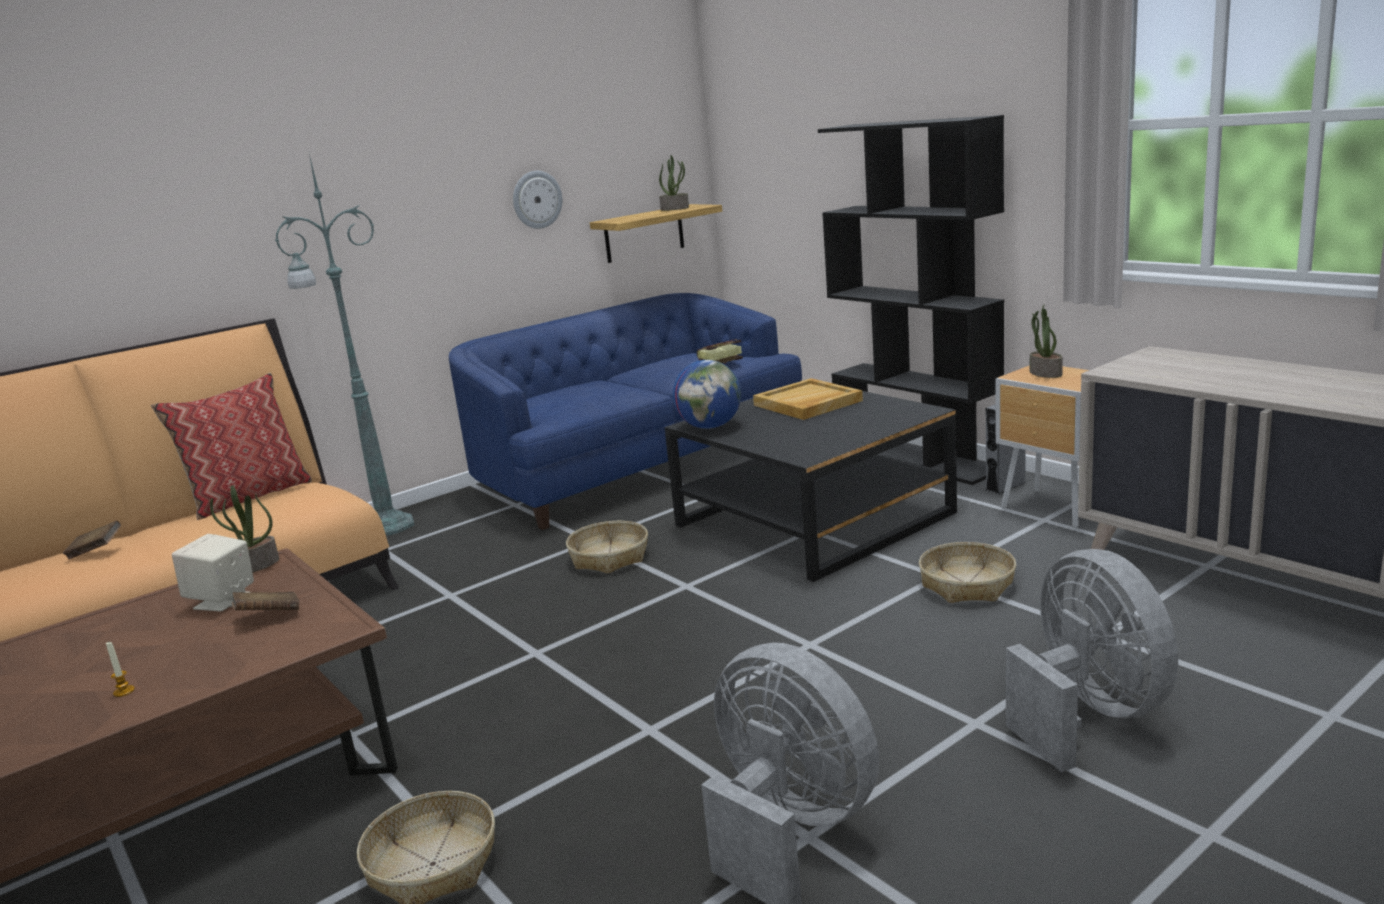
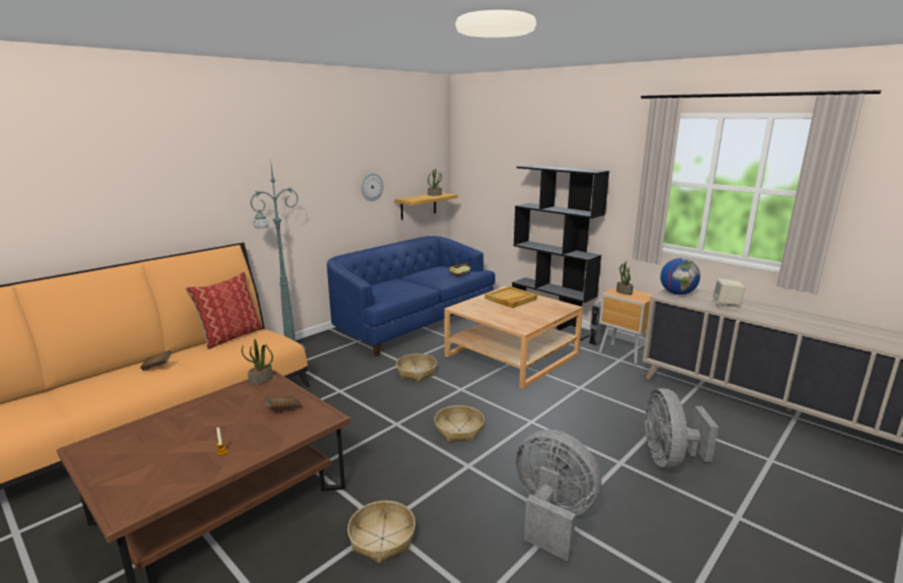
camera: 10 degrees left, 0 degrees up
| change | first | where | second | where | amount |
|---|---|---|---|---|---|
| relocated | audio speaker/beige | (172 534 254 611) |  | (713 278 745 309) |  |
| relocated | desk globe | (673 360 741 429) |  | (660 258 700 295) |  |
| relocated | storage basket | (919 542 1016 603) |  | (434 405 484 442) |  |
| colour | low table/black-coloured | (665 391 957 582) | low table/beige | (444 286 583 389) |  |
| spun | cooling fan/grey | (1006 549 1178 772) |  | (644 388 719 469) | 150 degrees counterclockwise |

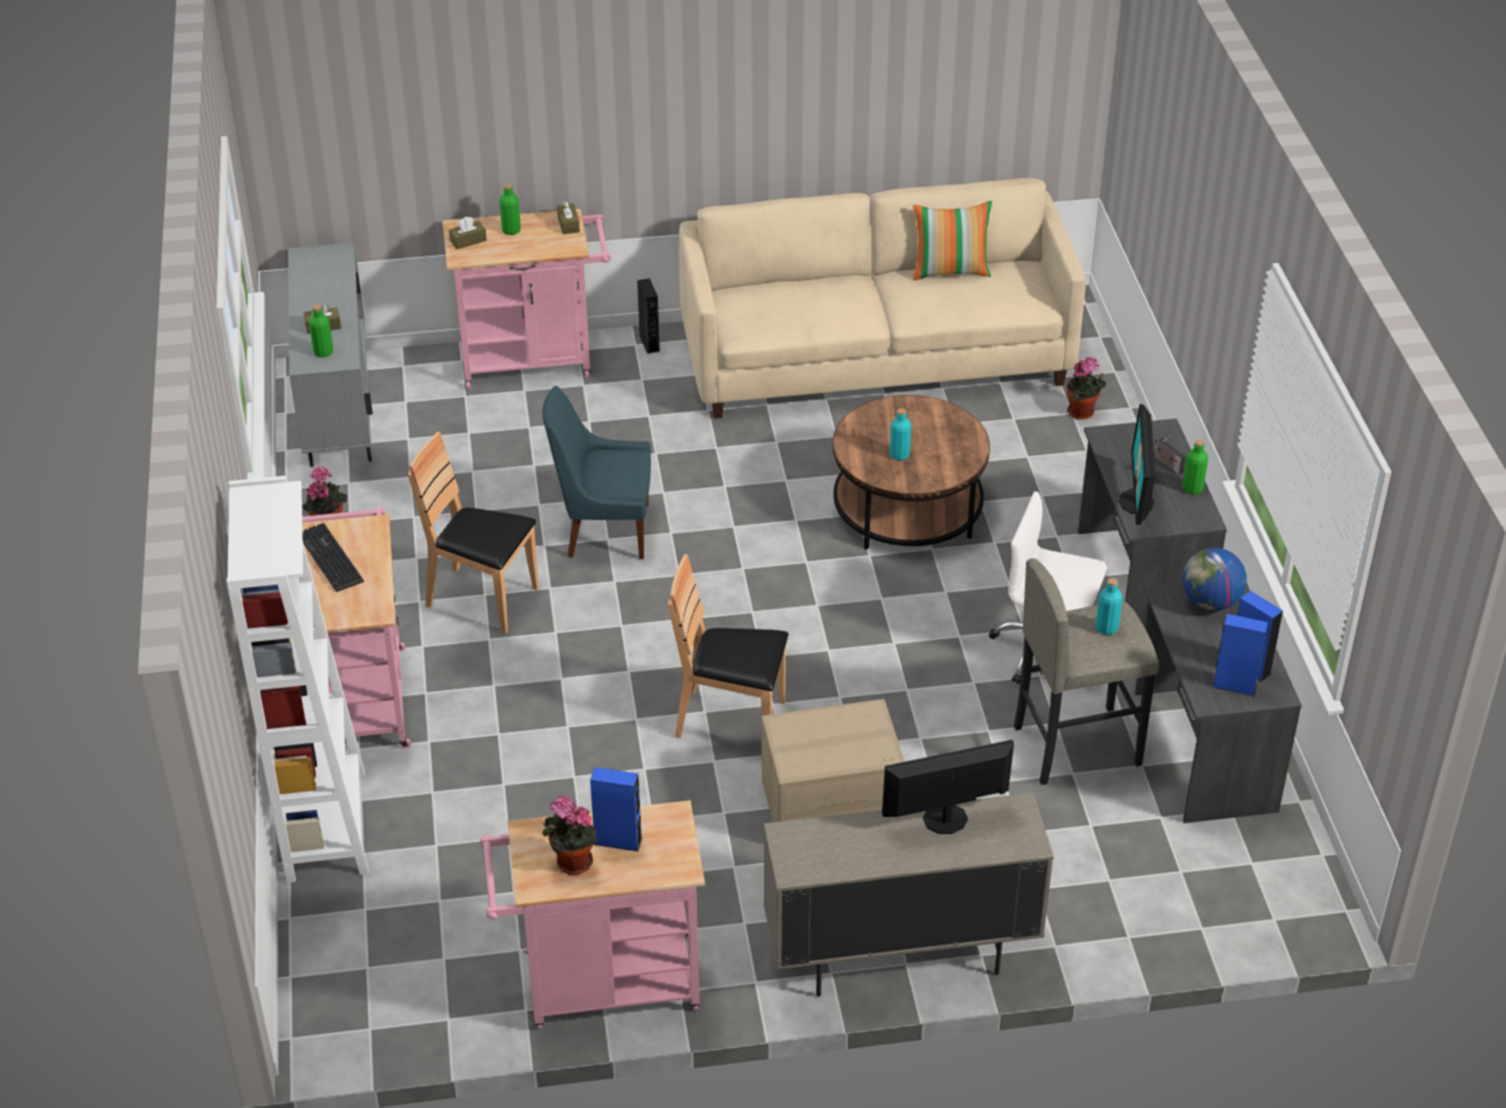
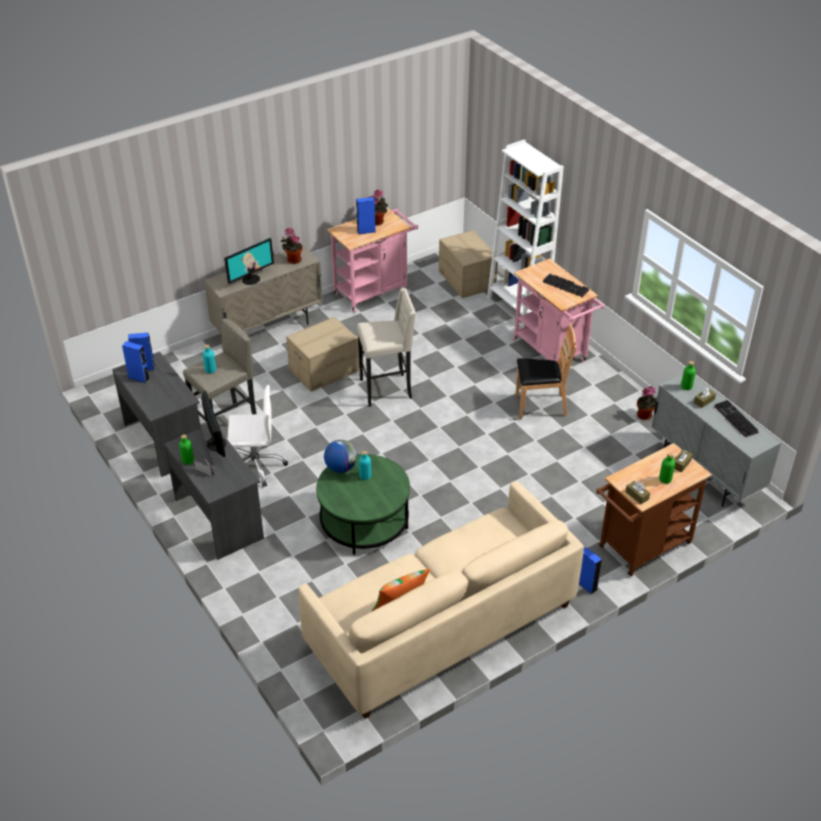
camera: 155 degrees right, 0 degrees up
| change | first | where | second | where | amount |
|---|---|---|---|---|---|
| missing | upright chair/blue | (542 386 651 559) |  |  |  |
| appeared |  |  | carton | (439 230 498 298) |  |
| appeared |  |  | PC keyboard | (715 400 759 437) |  |
| relocated | potted plant | (1066 356 1106 420) |  | (281 228 302 264) |  |
| relocated | desk globe | (1182 548 1247 611) |  | (324 440 357 473) |  |
| exchanged | upright chair/brownish | (668 554 788 738) | stool seat/beige | (357 288 416 407) |  |
| colour | trolley/pinkish | (443 209 611 390) | trolley/brownish | (596 443 712 576) |  |
| colour | audio speaker/black-coloured | (637 278 660 354) | audio speaker/blue | (579 547 602 594) |  |
| colour | low table/brownish | (833 395 990 550) | low table/greenish | (316 454 410 555) |  |

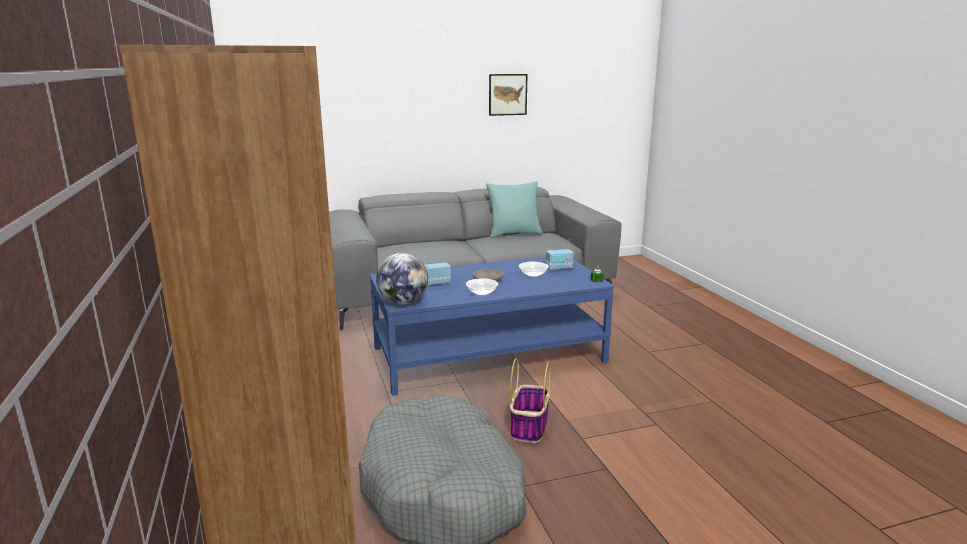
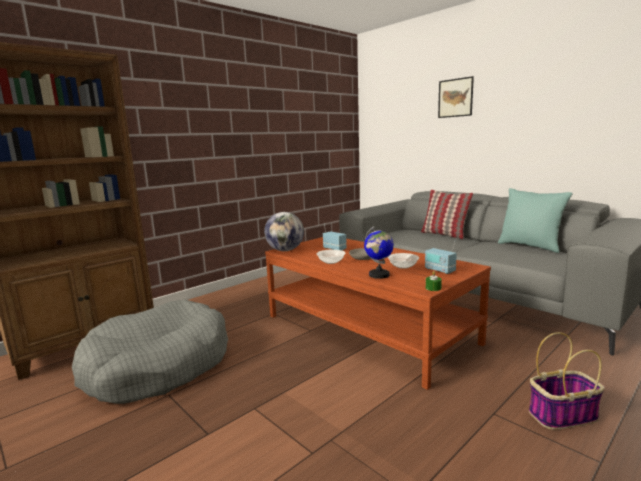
camera: 65 degrees right, 5 degrees down
| change | first | where | second | where | amount |
|---|---|---|---|---|---|
| appeared |  |  | desk globe | (364 226 394 279) |  |
| appeared |  |  | pillow | (421 190 473 239) |  |
| relocated | wall art | (489 74 528 116) |  | (438 76 474 118) |  |
| relocated | storage basket | (510 358 550 443) |  | (529 332 605 430) |  |
| colour | low table/blue | (370 257 614 396) | low table/brownish | (265 237 491 390) |  |

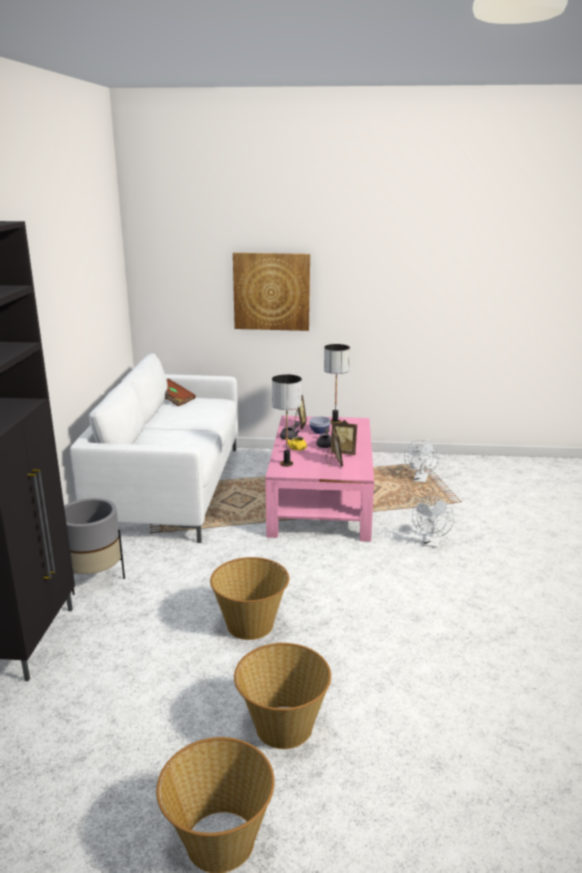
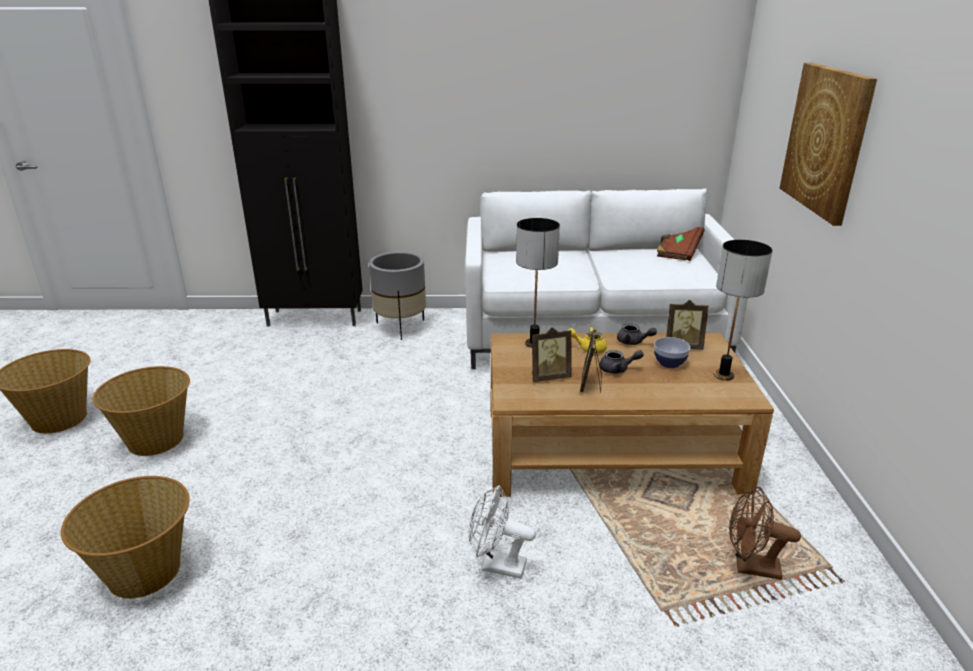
camera: 85 degrees right, 5 degrees up
| change | first | where | second | where | amount |
|---|---|---|---|---|---|
| relocated | storage basket | (210 557 289 640) |  | (61 476 190 599) |  |
| colour | low table/pinkish | (265 416 374 542) | low table/brownish | (491 333 774 497) |  |
| colour | cooling fan/white-coloured | (404 440 439 483) | cooling fan/brownish | (729 487 801 580) |  |

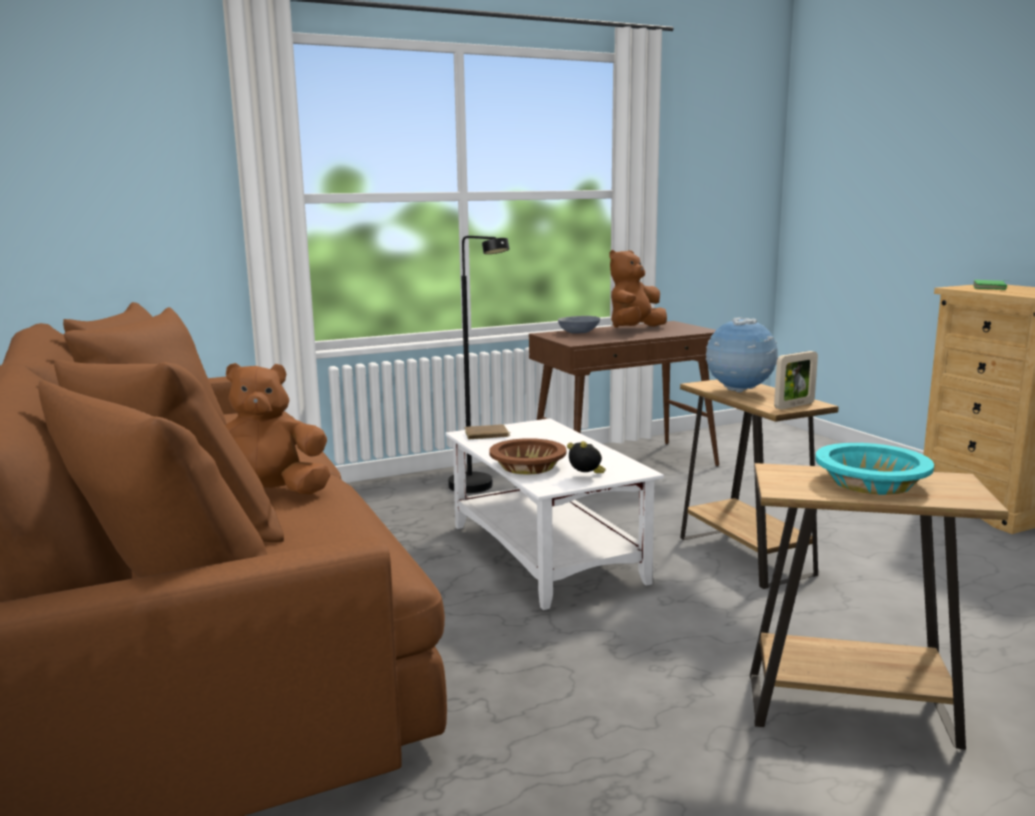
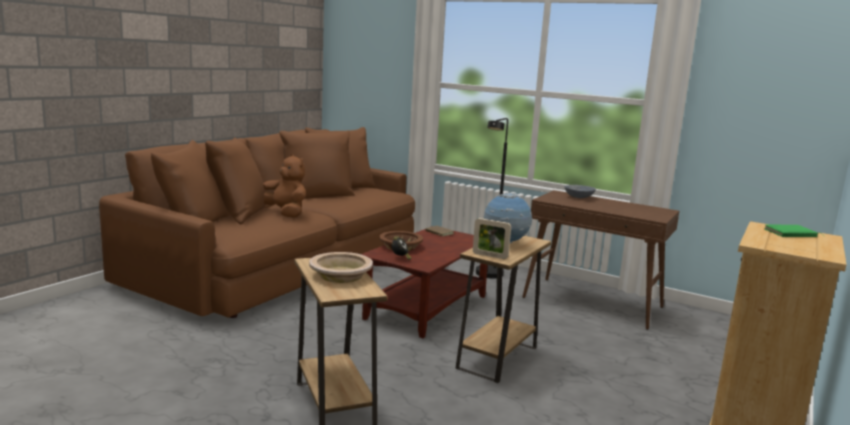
camera: 55 degrees right, 0 degrees up
| change | first | where | second | where | amount |
|---|---|---|---|---|---|
| missing | plush toy/brownish | (609 250 667 328) |  |  |  |
| colour | low table/white-coloured | (445 418 664 610) | low table/brownish | (361 226 488 338) |  |
| colour | bowl/blue-green | (815 443 934 495) | bowl/beige | (309 252 373 283) |  |

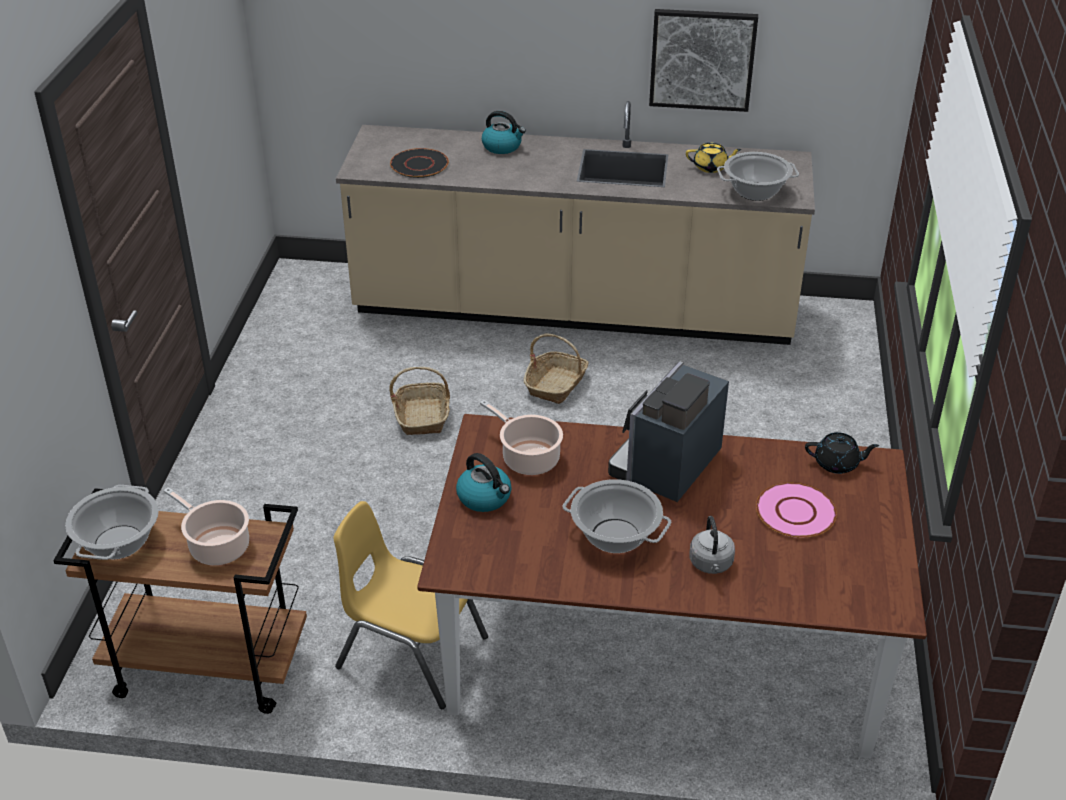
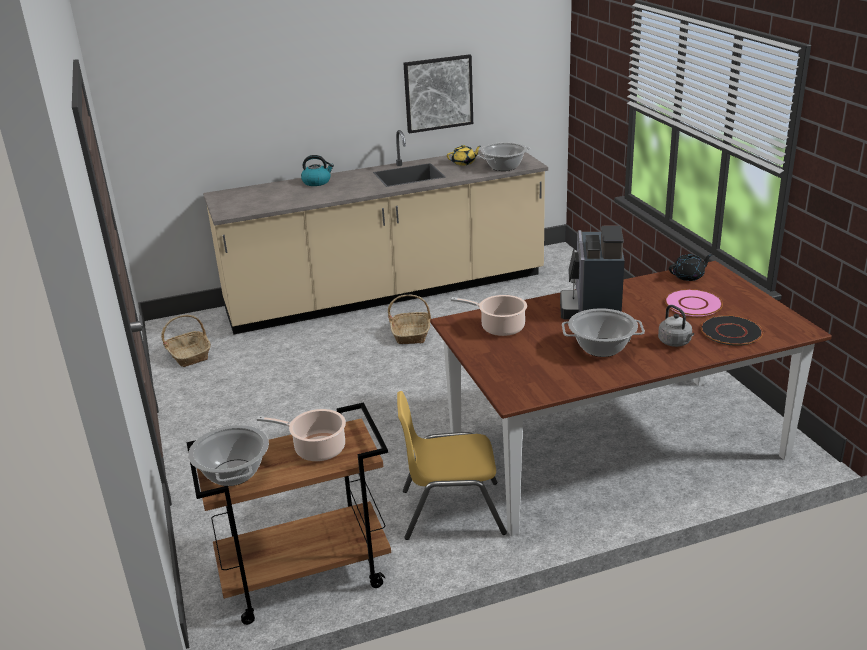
camera: 25 degrees left, 10 degrees down
| change | first | where | second | where | amount |
|---|---|---|---|---|---|
| missing | water kettle | (456 453 512 512) |  |  |  |
| relocated | storage basket | (389 367 450 435) |  | (161 315 211 367) |  |
| relocated | flat dish/black-coloured | (390 148 449 178) |  | (701 315 763 346) |  |

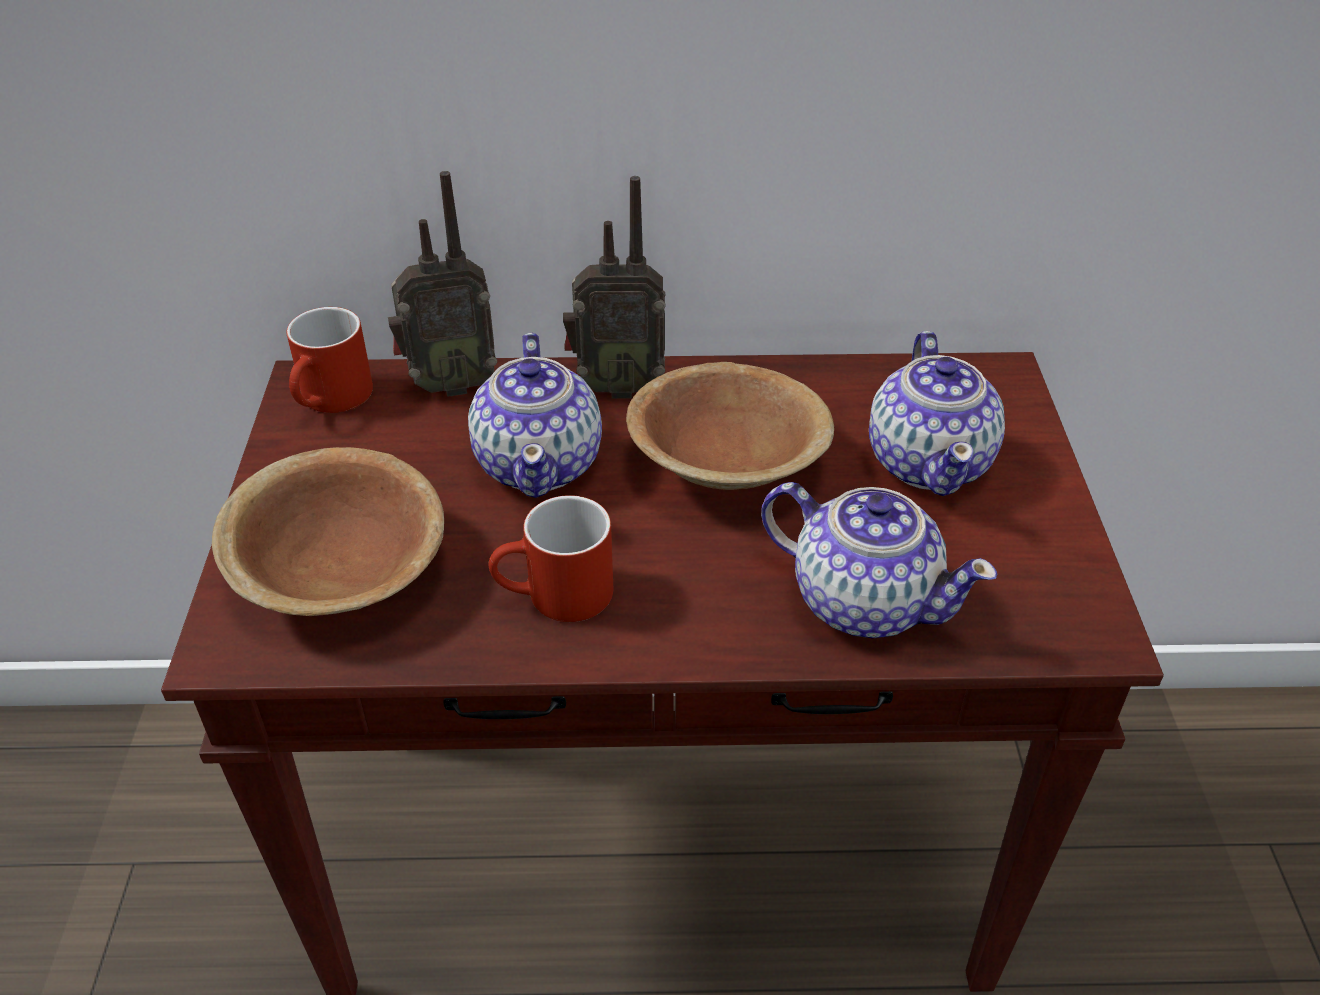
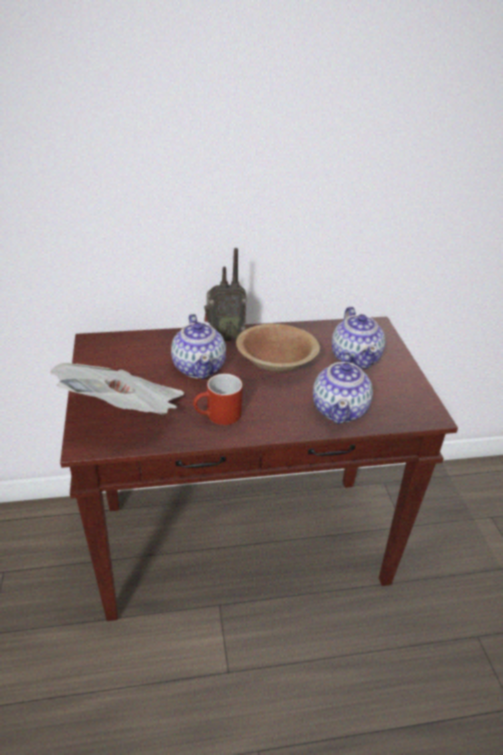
camera: 10 degrees left, 5 degrees down
| change | first | where | second | where | amount |
|---|---|---|---|---|---|
| missing | tea mug/red | (286 307 373 413) |  |  |  |
| missing | radio | (388 171 497 397) |  |  |  |
| exchanged | bowl/brownish | (212 447 444 616) | printed paper | (50 363 184 415) |  |
| spun | tea pot | (761 482 997 638) |  | (313 352 373 424) | 75 degrees clockwise |

